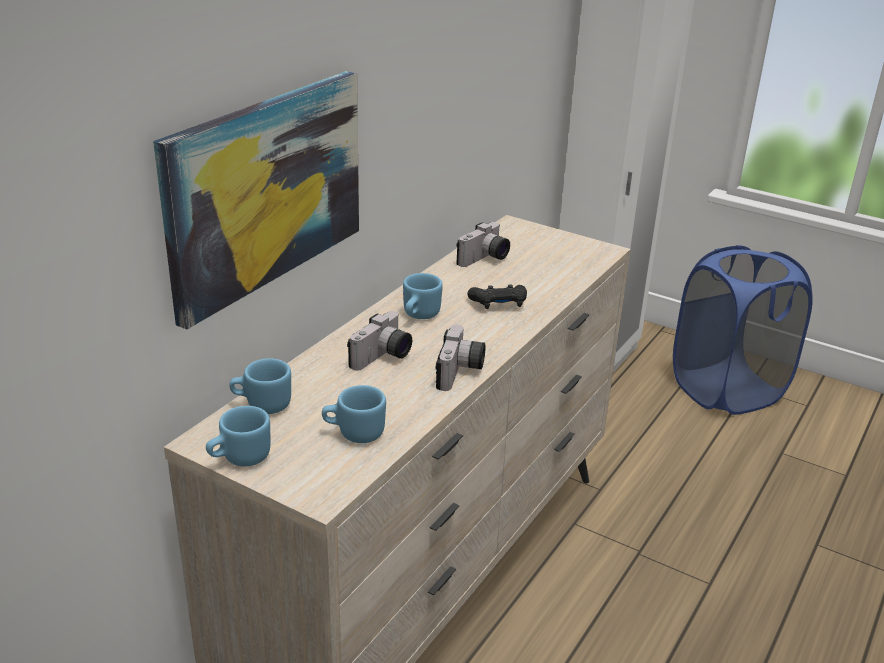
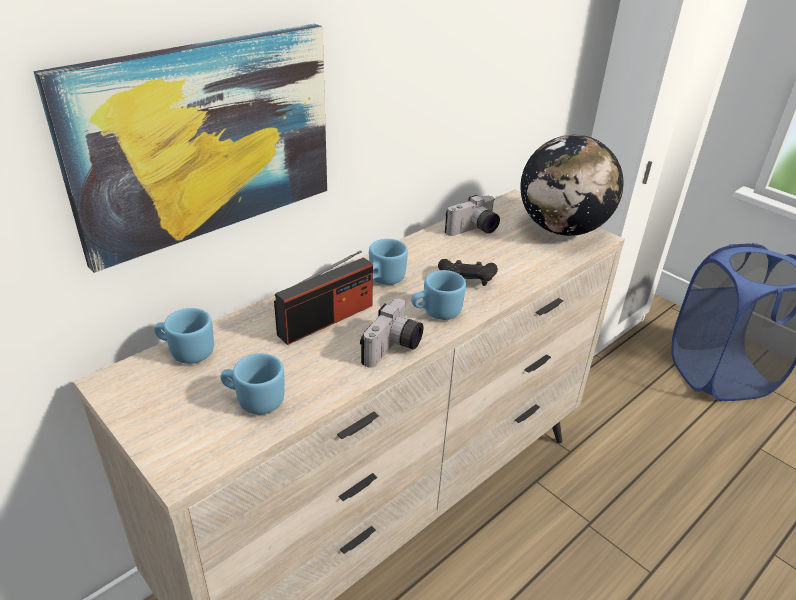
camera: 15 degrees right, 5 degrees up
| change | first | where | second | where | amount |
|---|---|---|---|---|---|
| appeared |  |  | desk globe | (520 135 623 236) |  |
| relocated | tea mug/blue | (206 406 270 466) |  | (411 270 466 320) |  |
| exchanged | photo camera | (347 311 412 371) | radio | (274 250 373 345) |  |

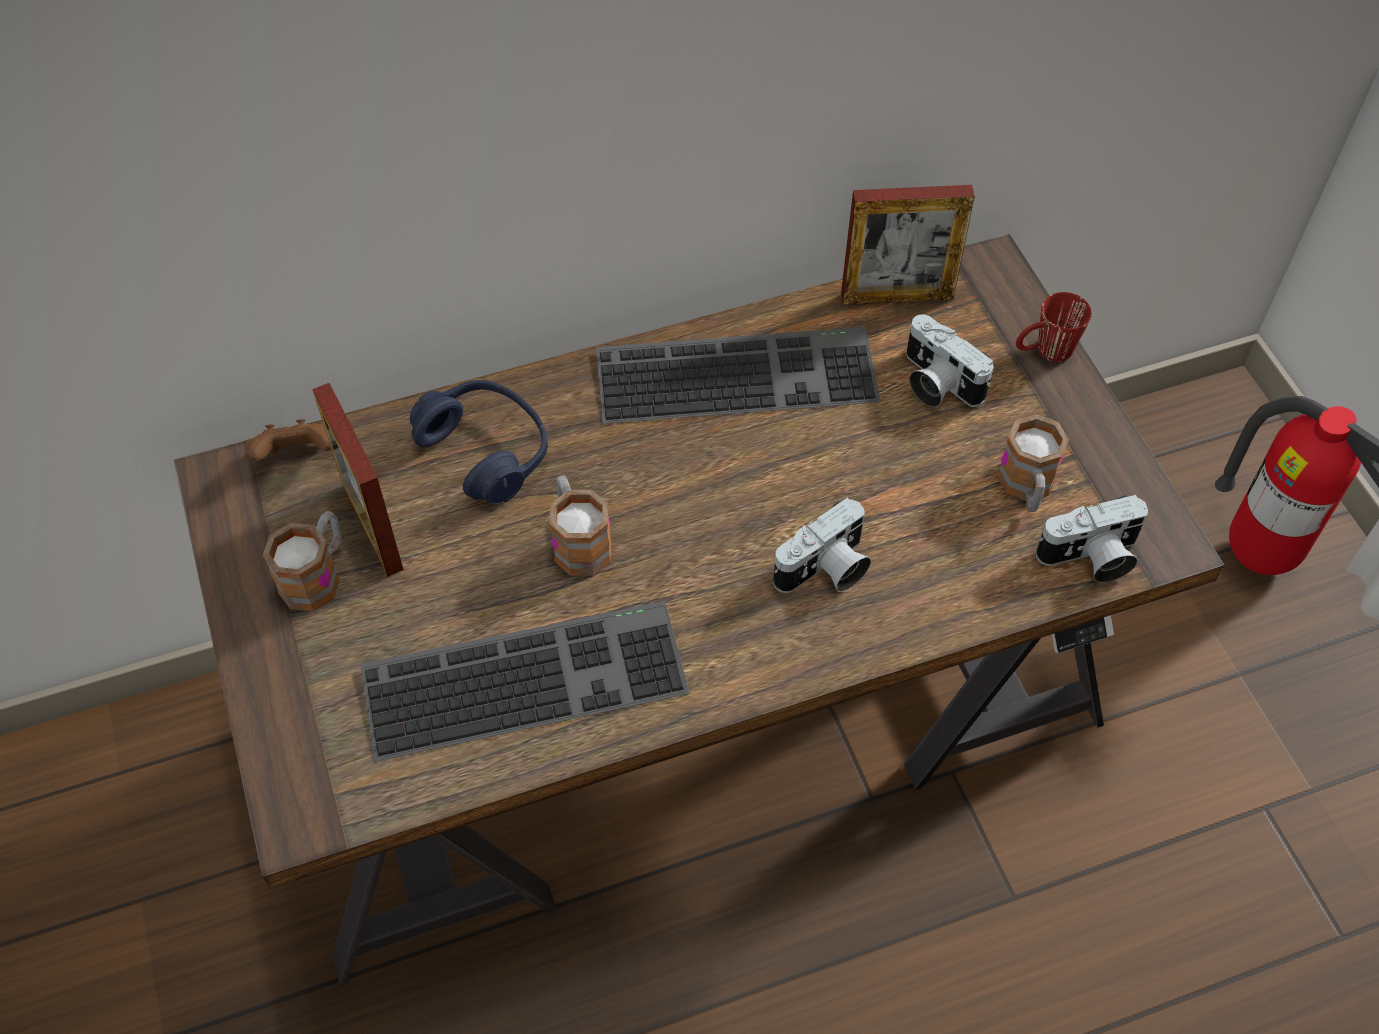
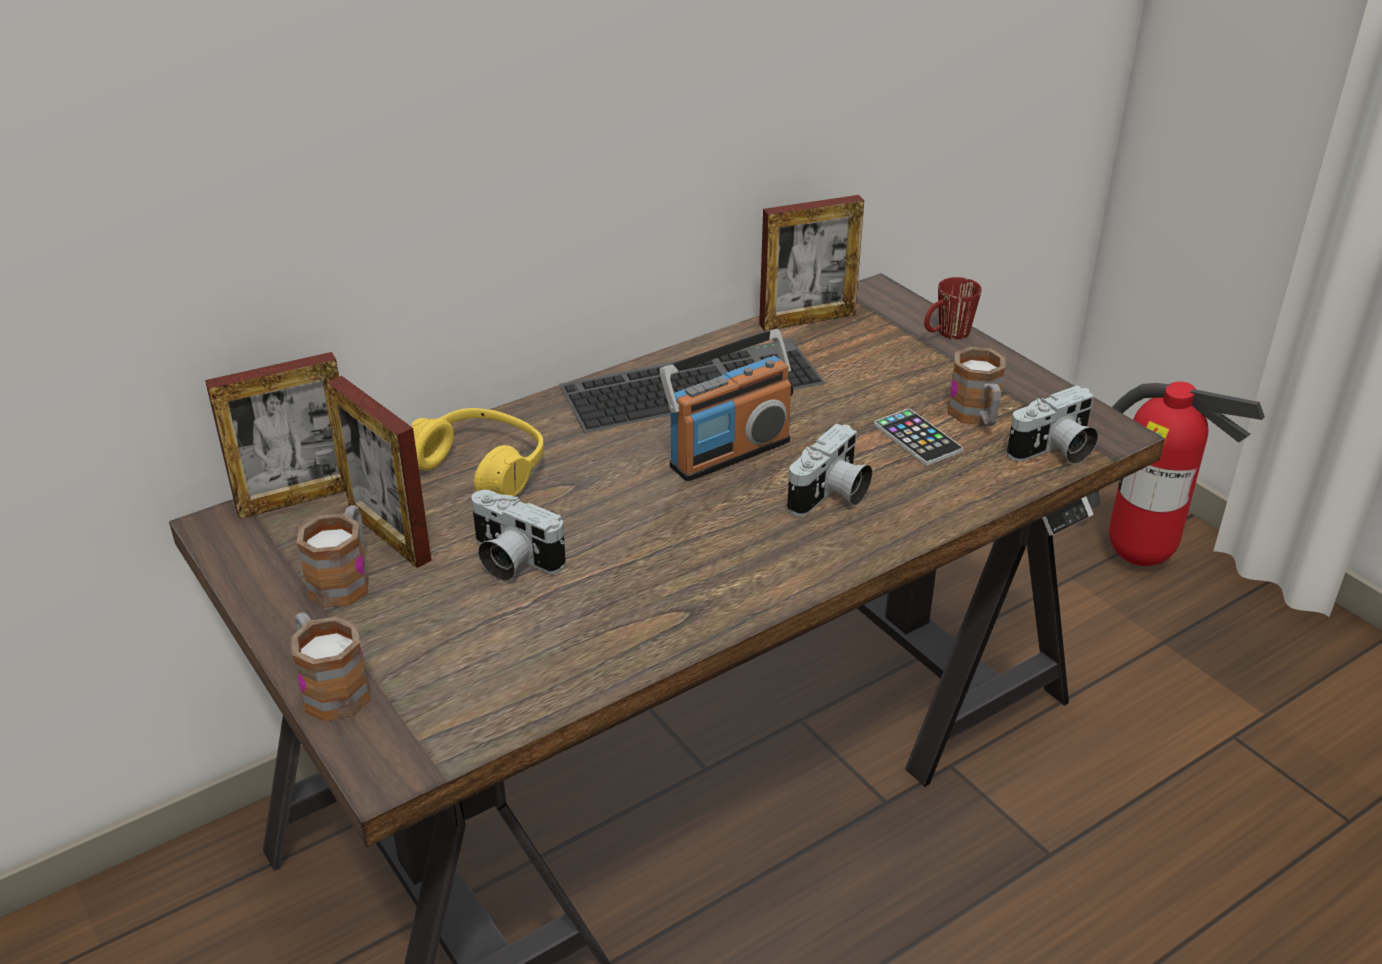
camera: 15 degrees left, 20 degrees down
| change | first | where | second | where | amount |
|---|---|---|---|---|---|
| missing | PC keyboard | (360 601 689 762) |  |  |  |
| appeared |  |  | radio | (660 329 793 481) |  |
| appeared |  |  | phone | (874 409 963 465) |  |
| relocated | tea mug | (549 475 612 576) |  | (291 612 370 722) |  |
| relocated | photo camera | (906 314 994 407) |  | (471 490 566 581) |  |
| exchanged | joypad/brownish | (247 419 331 462) | photo frame | (205 352 346 519) |  |
| colour | pair of headphones/blue | (410 380 548 504) | pair of headphones/yellow | (411 408 544 496) |  |

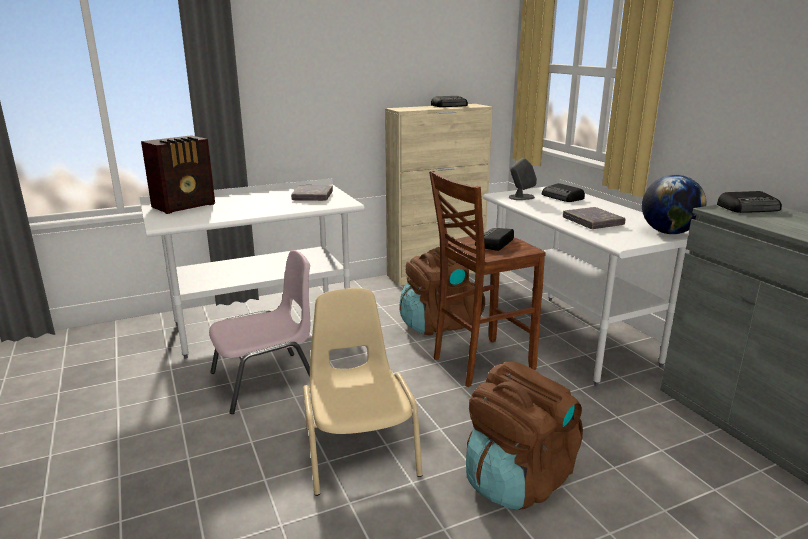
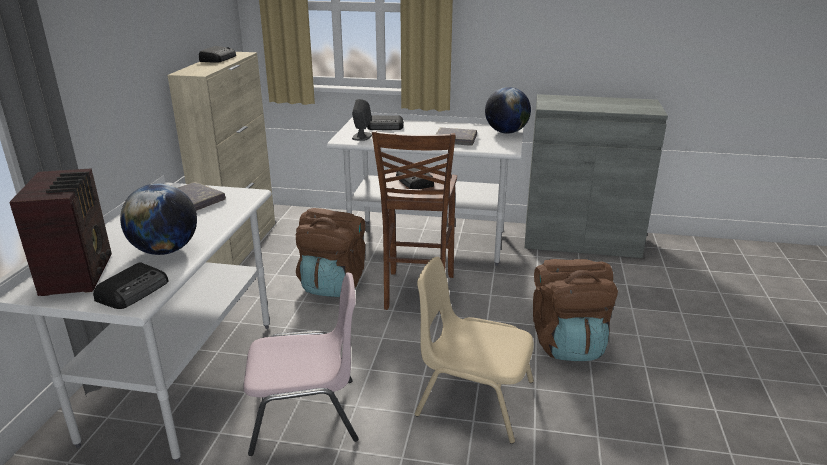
camera: 55 degrees left, 5 degrees up
| change | first | where | second | where | amount |
|---|---|---|---|---|---|
| appeared |  |  | desk globe | (120 183 197 255) |  |
| relocated | radio | (717 191 782 213) |  | (93 262 168 309) |  |
| spun | upright chair/pinkish | (209 250 310 414) |  | (243 272 359 456) | 75 degrees clockwise |

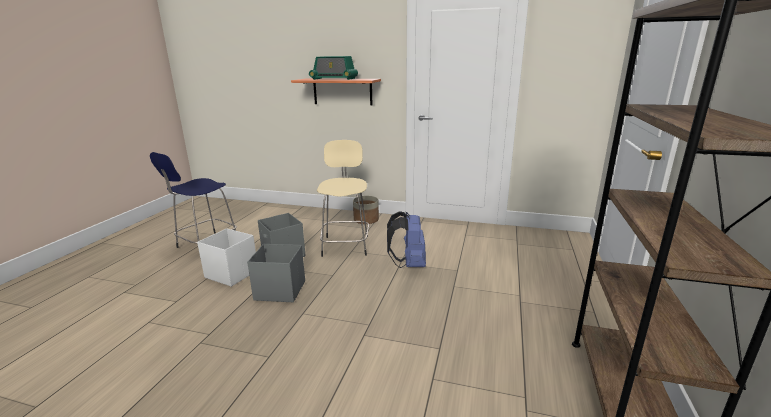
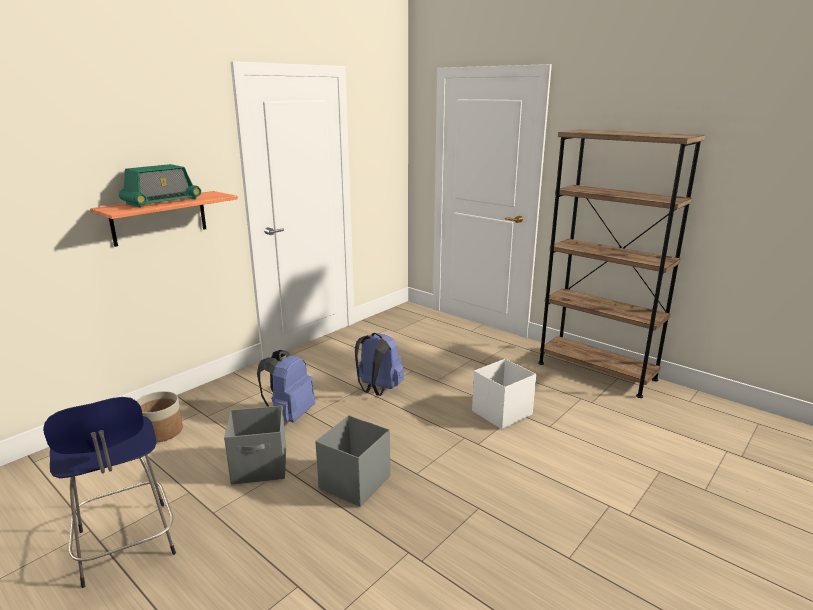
camera: 65 degrees left, 0 degrees up
| change | first | where | second | where | amount |
|---|---|---|---|---|---|
| relocated | storage bin/white-coloured | (197 228 256 287) |  | (472 359 536 429) |  |
| relocated | plant pot | (353 196 379 224) |  | (136 391 183 443) |  |
| exchanged | stool seat/beige | (317 140 369 257) | rucksack/blue | (257 350 315 422) |  |

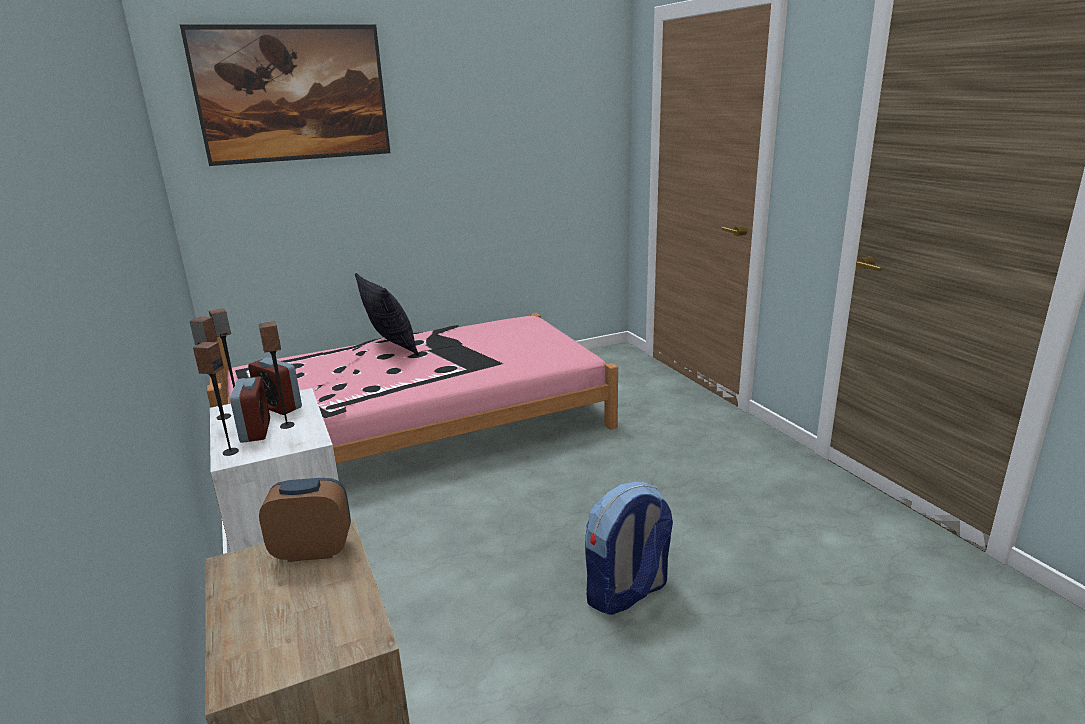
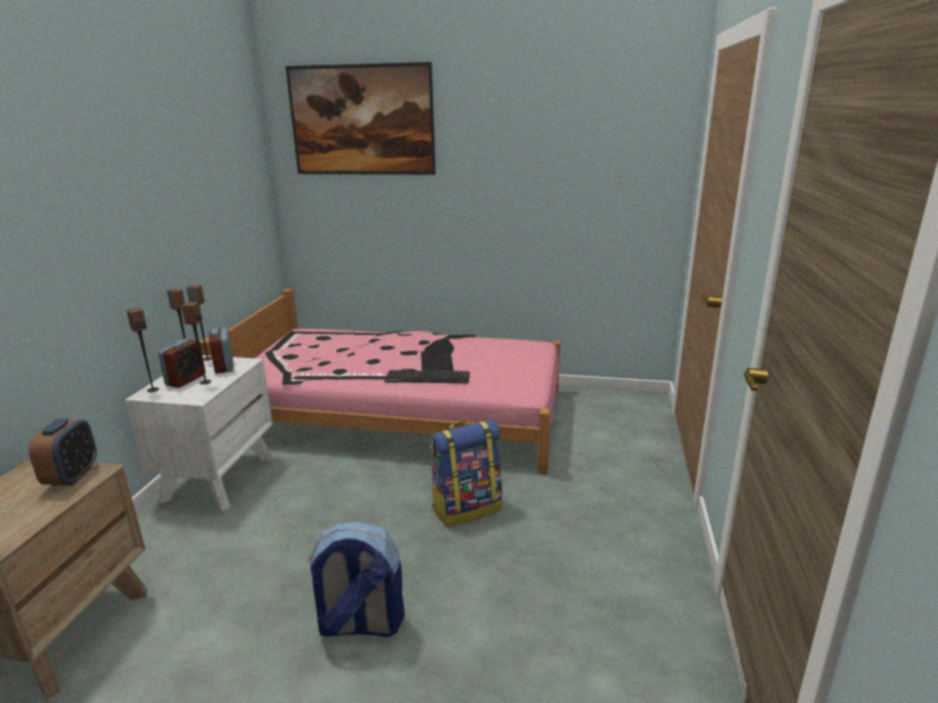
camera: 35 degrees right, 0 degrees up
| change | first | where | second | where | amount |
|---|---|---|---|---|---|
| missing | pillow | (355 273 419 356) |  |  |  |
| appeared |  |  | PC keyboard | (384 370 470 383) |  |
| appeared |  |  | rucksack | (431 420 502 527) |  |
| spun | table clock | (259 478 351 562) |  | (29 418 97 486) | 60 degrees clockwise |

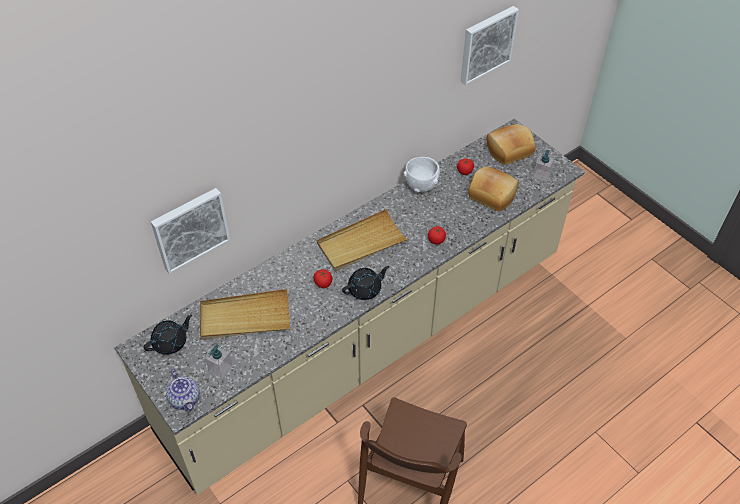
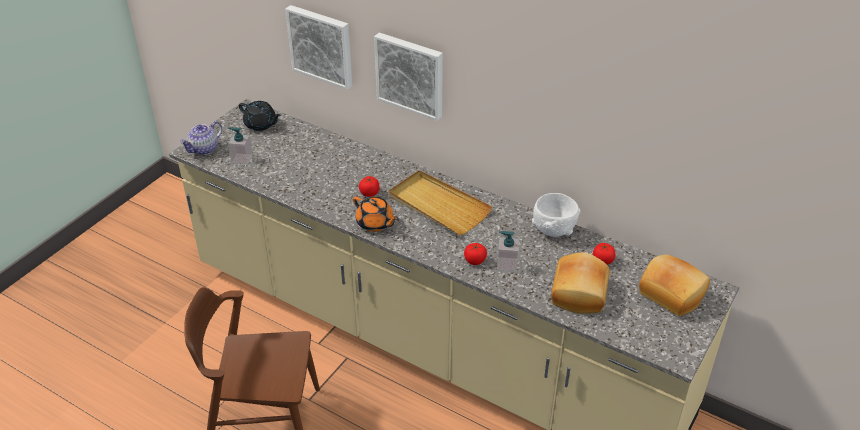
camera: 70 degrees right, 10 degrees down
| change | first | where | second | where | amount |
|---|---|---|---|---|---|
| missing | carrying tray/beige | (200 289 290 340) |  |  |  |
| relocated | wall art | (460 6 519 86) |  | (374 33 443 121) |  |
| relocated | liquid soap bottle | (533 150 555 182) |  | (497 231 519 272) |  |
| colour | tea pot/black-coloured | (342 266 389 300) | tea pot/orangey | (353 197 399 232) |  |

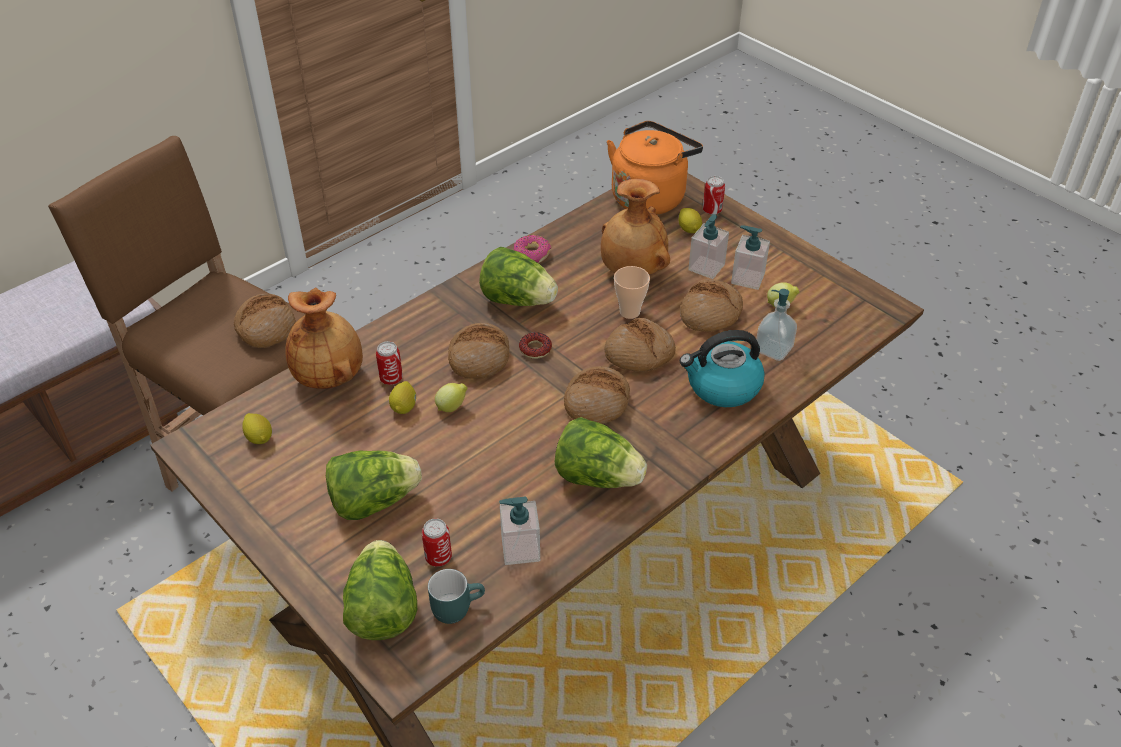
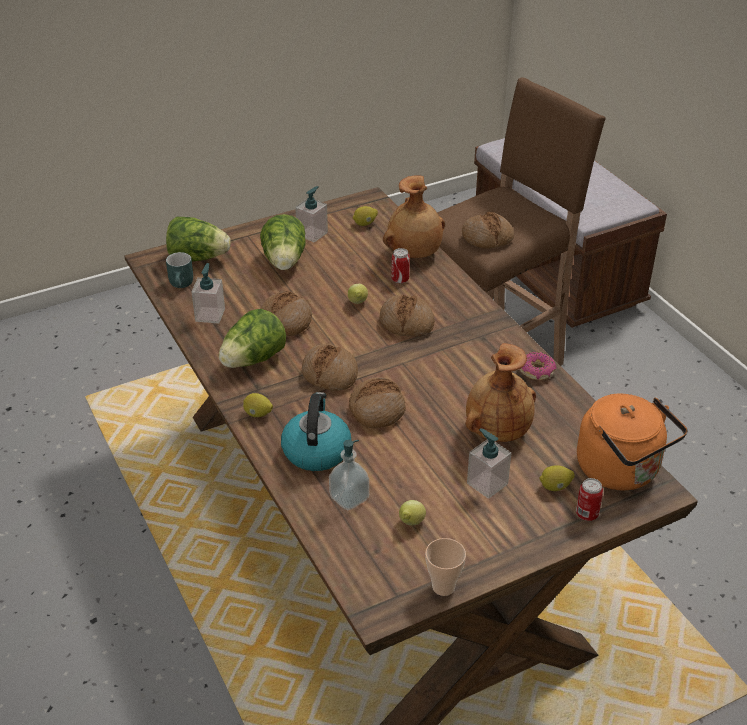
camera: 105 degrees right, 5 degrees down
| change | first | where | second | where | amount |
|---|---|---|---|---|---|
| missing | can | (422 518 452 567) |  |  |  |
| missing | head of lettuce | (479 247 558 306) |  |  |  |
| missing | donut | (519 332 552 359) |  |  |  |
| relocated | lemon | (389 381 416 414) |  | (243 393 273 417) |  |
| relocated | drinking cup | (614 266 650 319) |  | (425 538 466 596) |  |
| relocated | bread | (680 279 743 332) |  | (261 291 312 336) |  |
| relocated | liquid soap bottle | (731 226 770 290) |  | (295 186 328 242) |  |

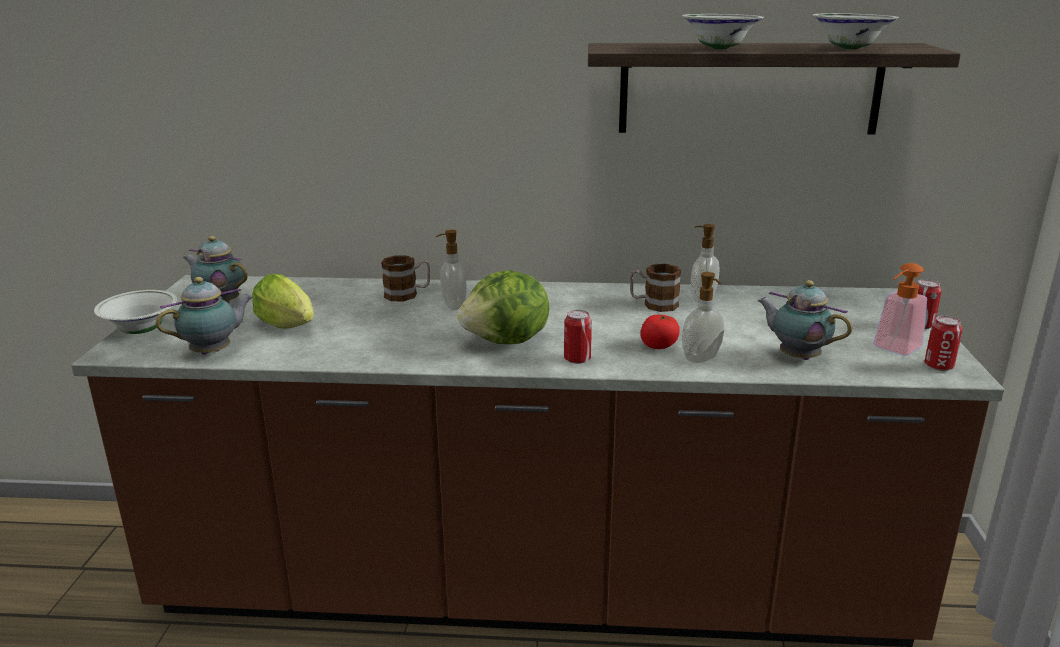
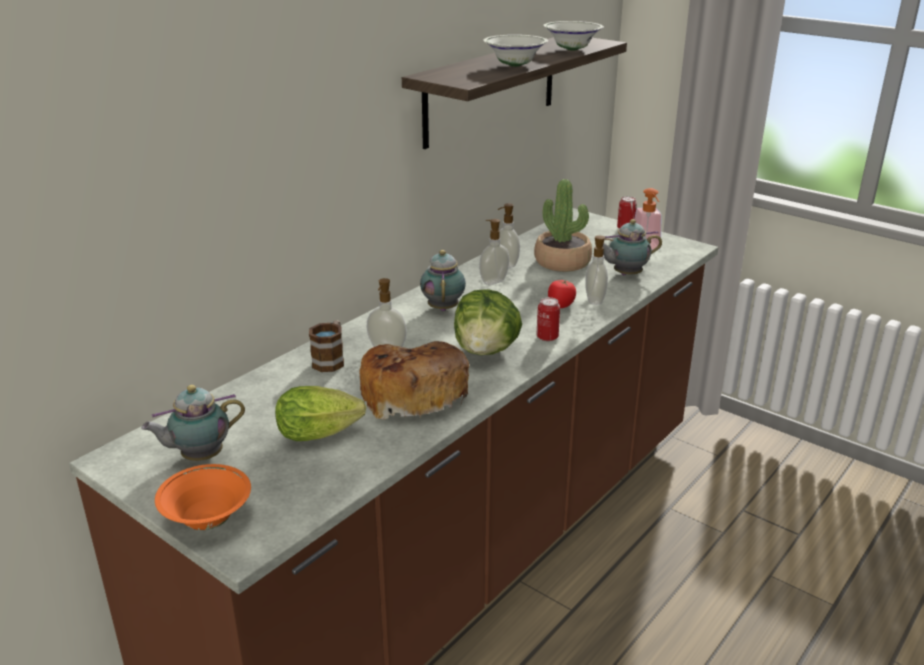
camera: 55 degrees left, 5 degrees up
| change | first | where | second | where | amount |
|---|---|---|---|---|---|
| missing | can | (925 316 963 371) |  |  |  |
| appeared |  |  | bread | (359 341 469 420) |  |
| appeared |  |  | potted plant | (534 179 592 272) |  |
| relocated | tea pot | (156 277 253 355) |  | (420 250 466 311) |  |
| exchanged | tea mug | (630 264 681 312) | liquid soap bottle | (479 219 509 285) |  |
| colour | bowl/white-coloured | (94 290 177 334) | bowl/orangey | (155 464 251 530) |  |

